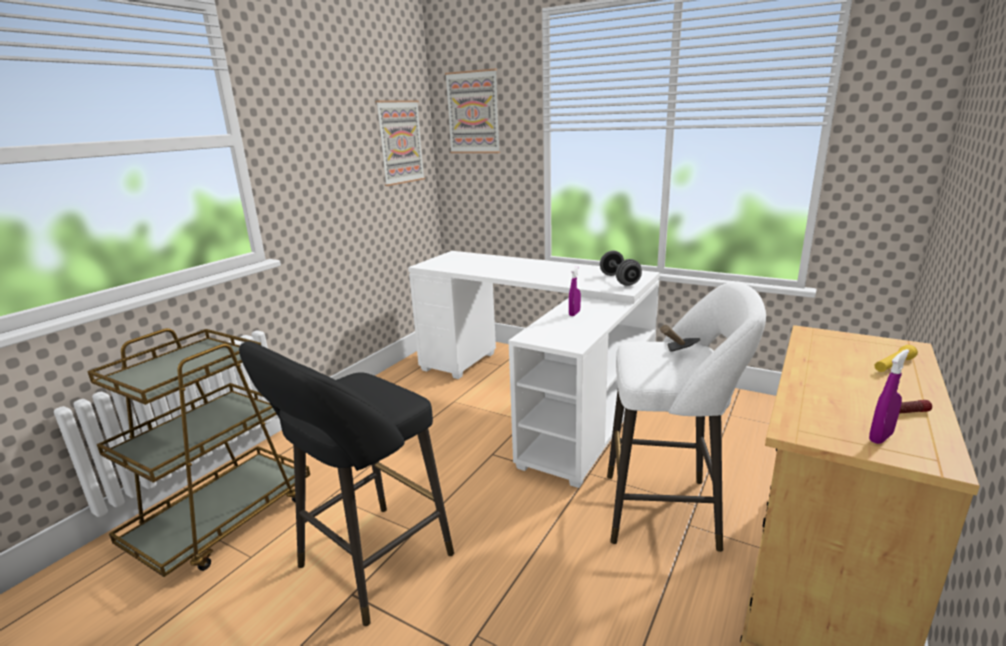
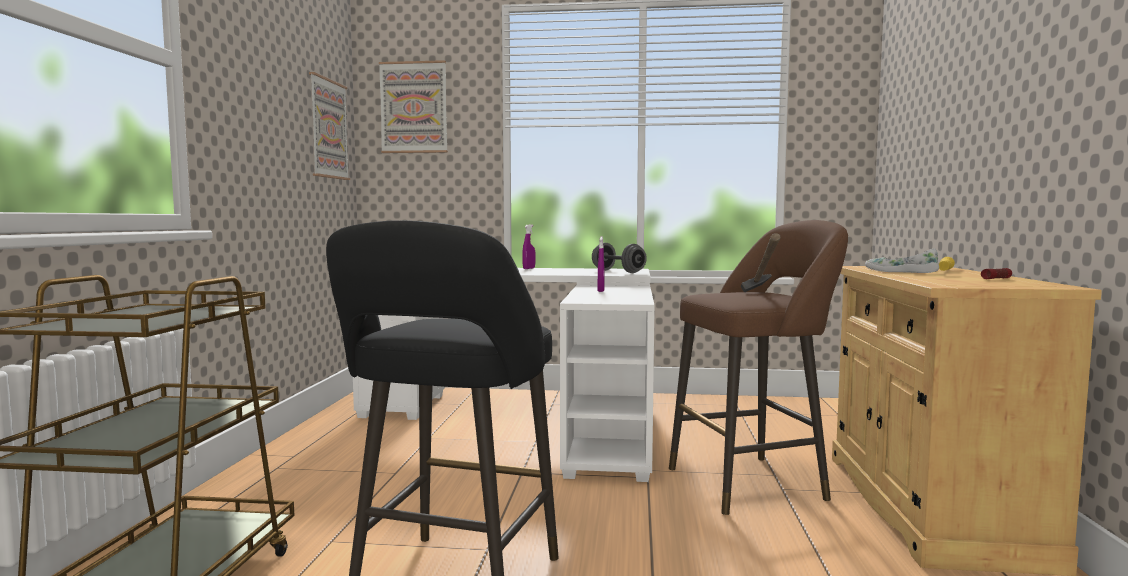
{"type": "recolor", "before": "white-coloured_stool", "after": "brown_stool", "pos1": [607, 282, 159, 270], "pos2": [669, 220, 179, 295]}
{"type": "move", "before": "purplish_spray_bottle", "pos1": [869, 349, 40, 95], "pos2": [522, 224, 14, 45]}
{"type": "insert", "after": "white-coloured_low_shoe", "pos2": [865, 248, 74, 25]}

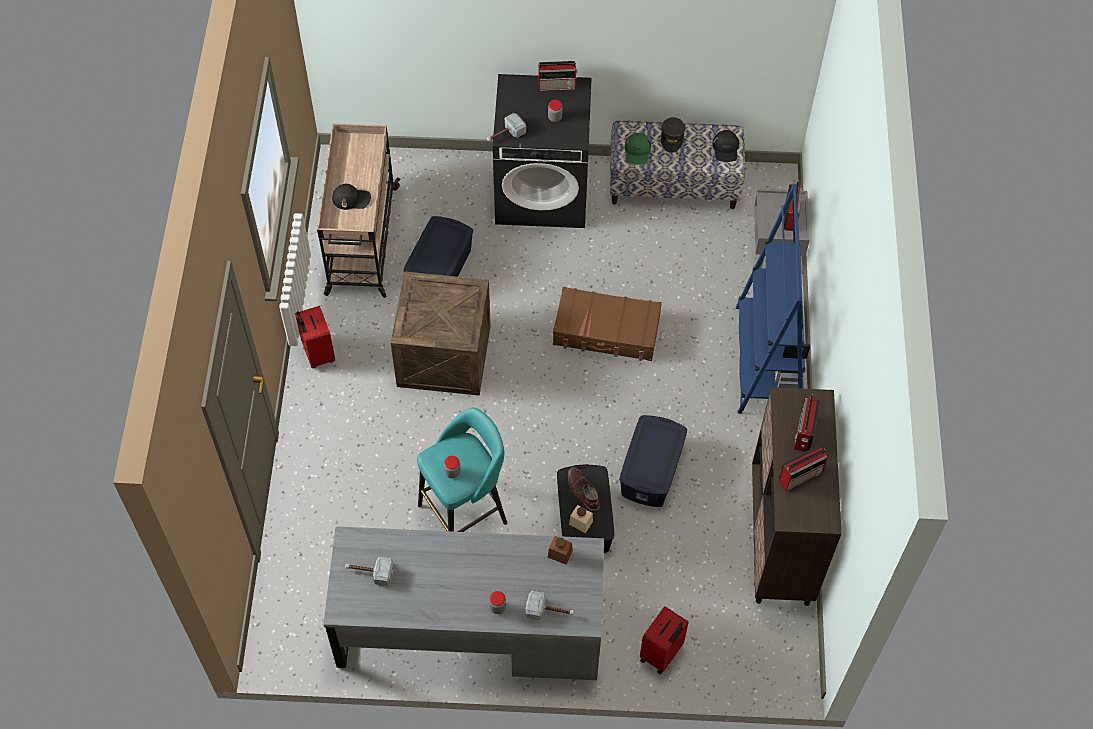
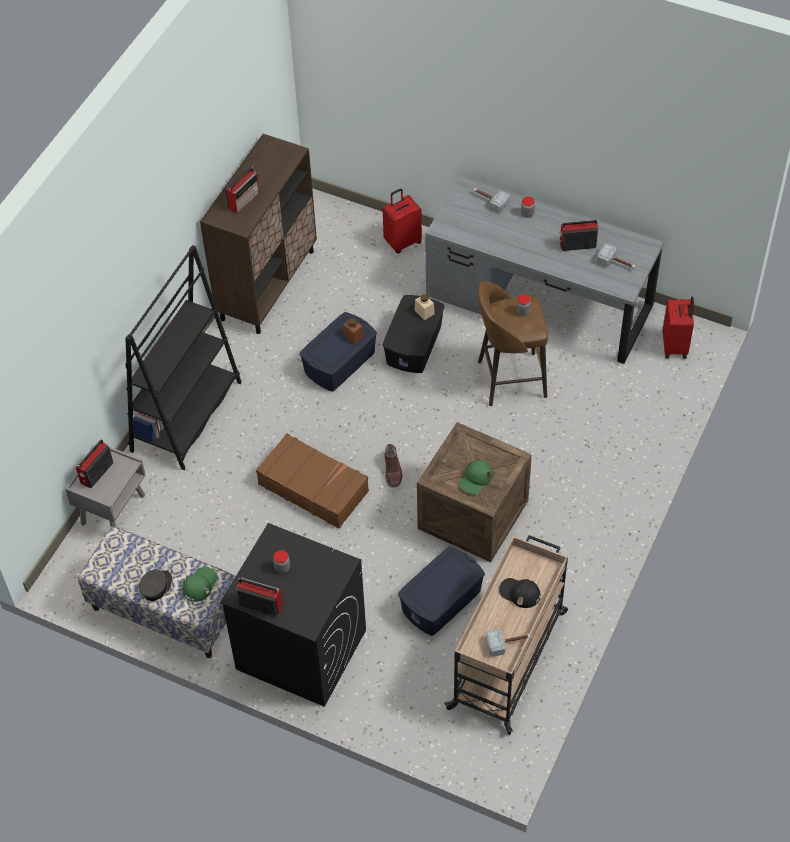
{"type": "move", "before": "red-coloured_travel_case", "pos1": [295, 306, 40, 62], "pos2": [663, 297, 31, 62]}
{"type": "recolor", "before": "blue-green_stool", "after": "brown_stool", "pos1": [417, 408, 90, 124], "pos2": [478, 281, 70, 125]}
{"type": "move", "before": "hammer", "pos1": [487, 113, 39, 28], "pos2": [485, 629, 47, 28]}
{"type": "move", "before": "brown_storage_jar", "pos1": [548, 536, 25, 29], "pos2": [343, 318, 21, 26]}
{"type": "move", "before": "brown_boot", "pos1": [568, 467, 32, 45], "pos2": [385, 444, 17, 43]}
{"type": "delete", "before": "black_baseball_cap", "pos1": [713, 130, 26, 32]}
{"type": "recolor", "before": "bluish_bookshelf", "after": "black_bookshelf", "pos1": [736, 184, 74, 230], "pos2": [125, 245, 117, 225]}
{"type": "move", "before": "radio", "pos1": [779, 446, 49, 45], "pos2": [560, 220, 38, 31]}
{"type": "insert", "after": "greenish_baseball_cap", "pos2": [459, 460, 34, 34]}

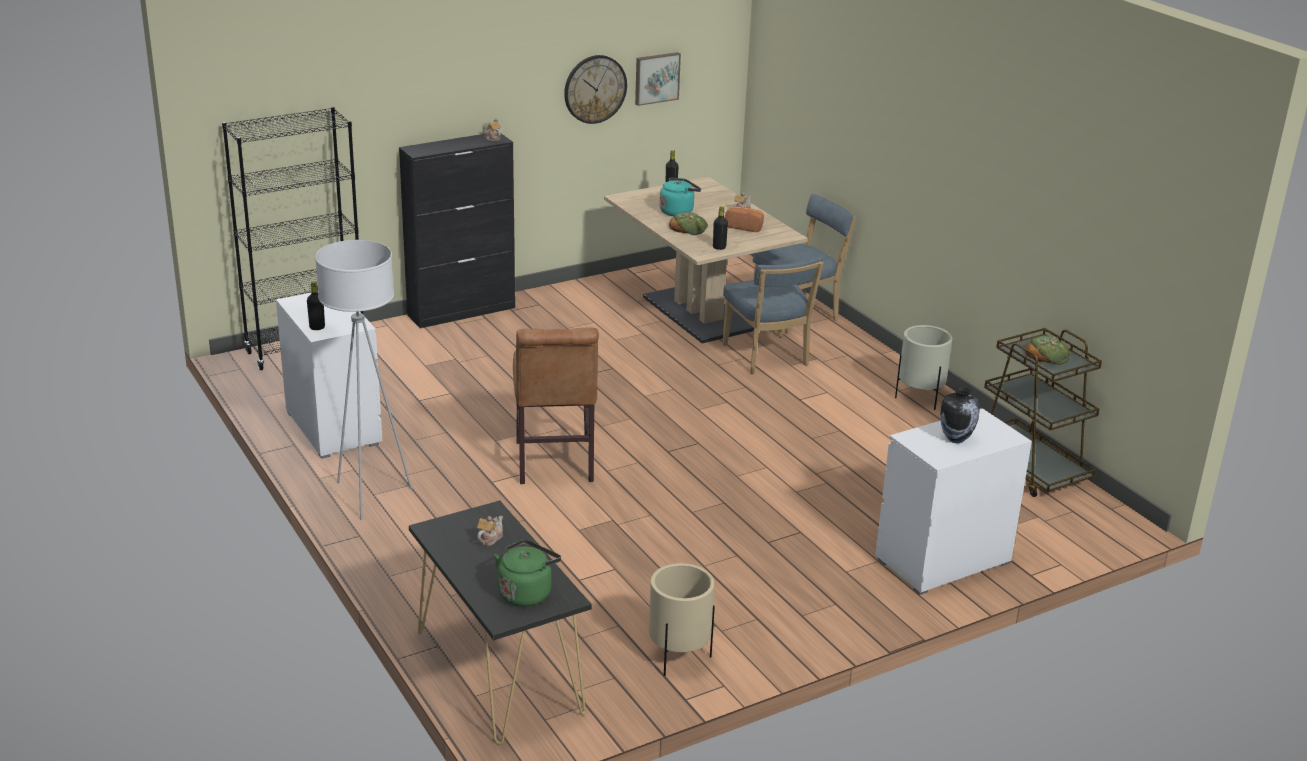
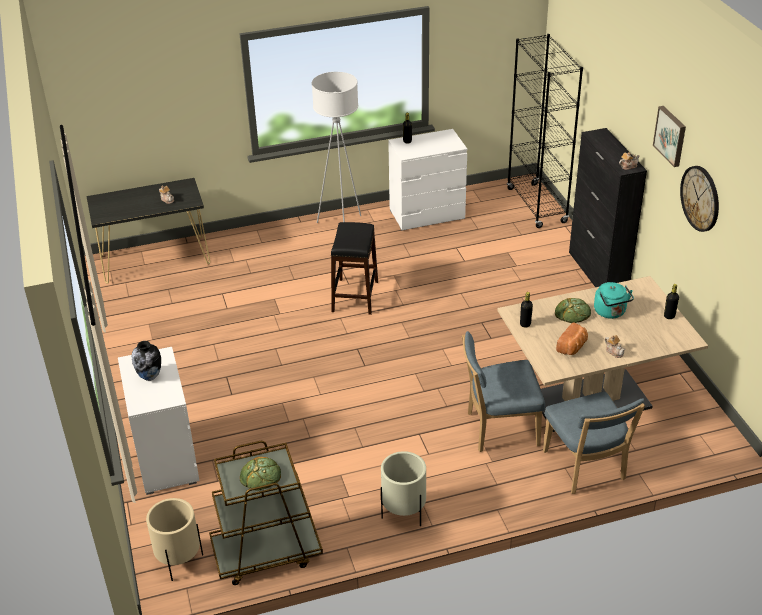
{"type": "delete", "before": "greenish_water_kettle", "pos1": [494, 540, 67, 66]}
{"type": "replace", "before": "brown_plain_chair", "after": "black_stool", "pos1": [513, 327, 86, 157], "pos2": [331, 222, 47, 93]}
{"type": "move", "before": "picture", "pos1": [635, 52, 46, 54], "pos2": [653, 106, 33, 61]}
{"type": "move", "before": "beige-coloured_planter", "pos1": [649, 563, 66, 113], "pos2": [146, 498, 57, 83]}

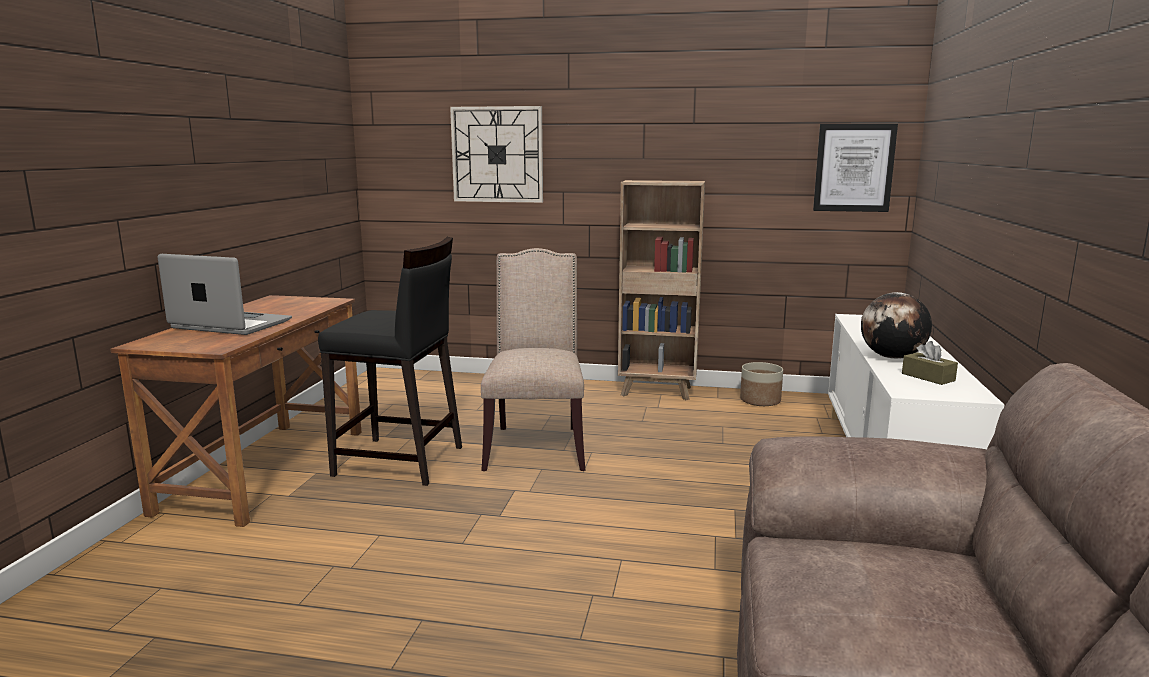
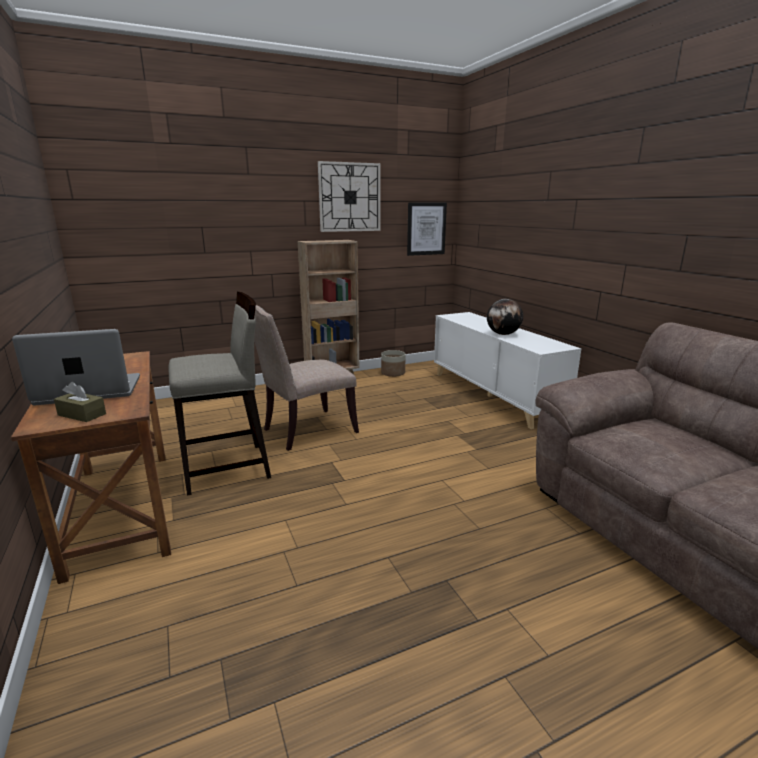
{"type": "recolor", "before": "black_stool", "after": "beige-coloured_stool", "pos1": [318, 237, 144, 249], "pos2": [168, 292, 103, 204]}
{"type": "move", "before": "hanging_clock", "pos1": [450, 106, 93, 97], "pos2": [318, 161, 62, 71]}
{"type": "rotate", "before": "beige-coloured_plain_chair", "pos1": [481, 248, 104, 223], "pos2": [254, 305, 105, 146], "turn": -90}
{"type": "move", "before": "brown_tissue_box", "pos1": [902, 341, 56, 44], "pos2": [54, 382, 52, 40]}

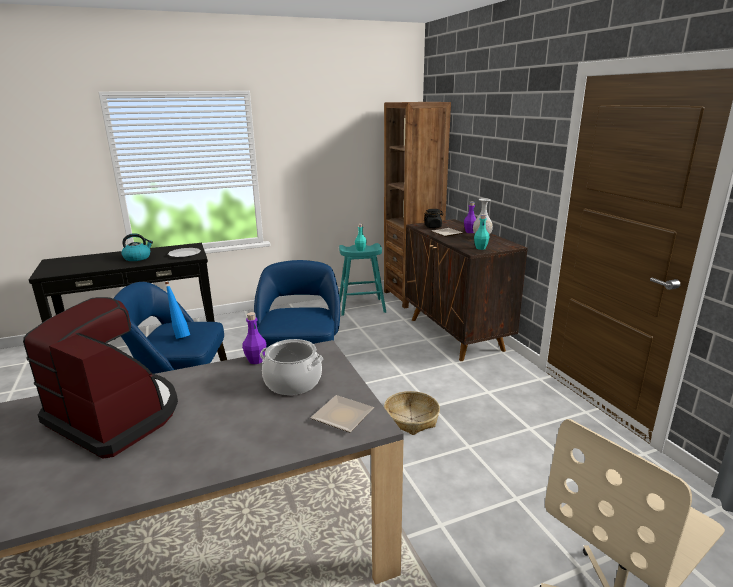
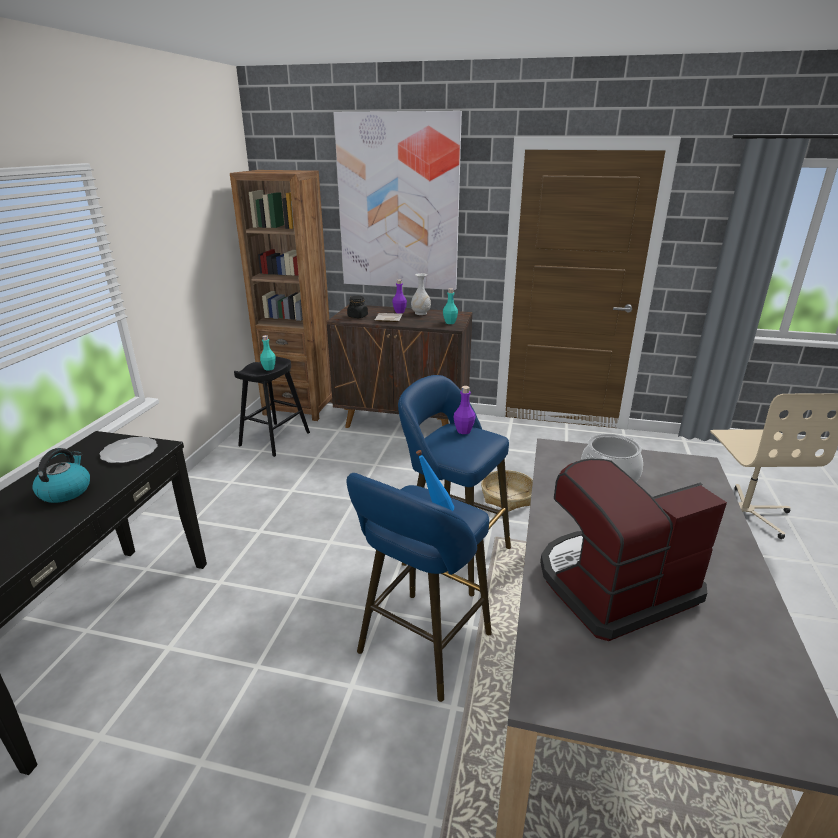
{"type": "move", "before": "purplish_beverage_bottle", "pos1": [242, 312, 25, 52], "pos2": [453, 386, 23, 48]}
{"type": "delete", "before": "flat_dish", "pos1": [310, 395, 64, 38]}
{"type": "recolor", "before": "blue-green_stool", "after": "black_stool", "pos1": [339, 243, 47, 73], "pos2": [234, 356, 76, 101]}
{"type": "insert", "after": "picture", "pos2": [334, 111, 128, 179]}

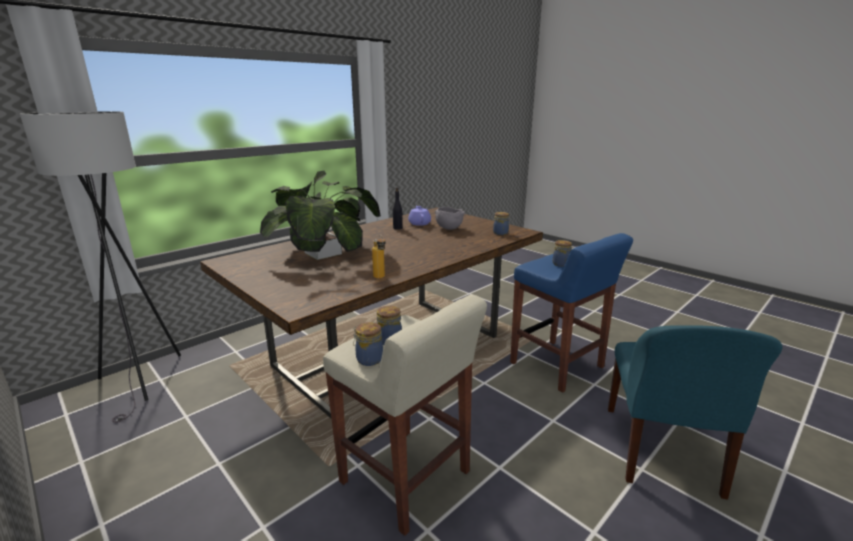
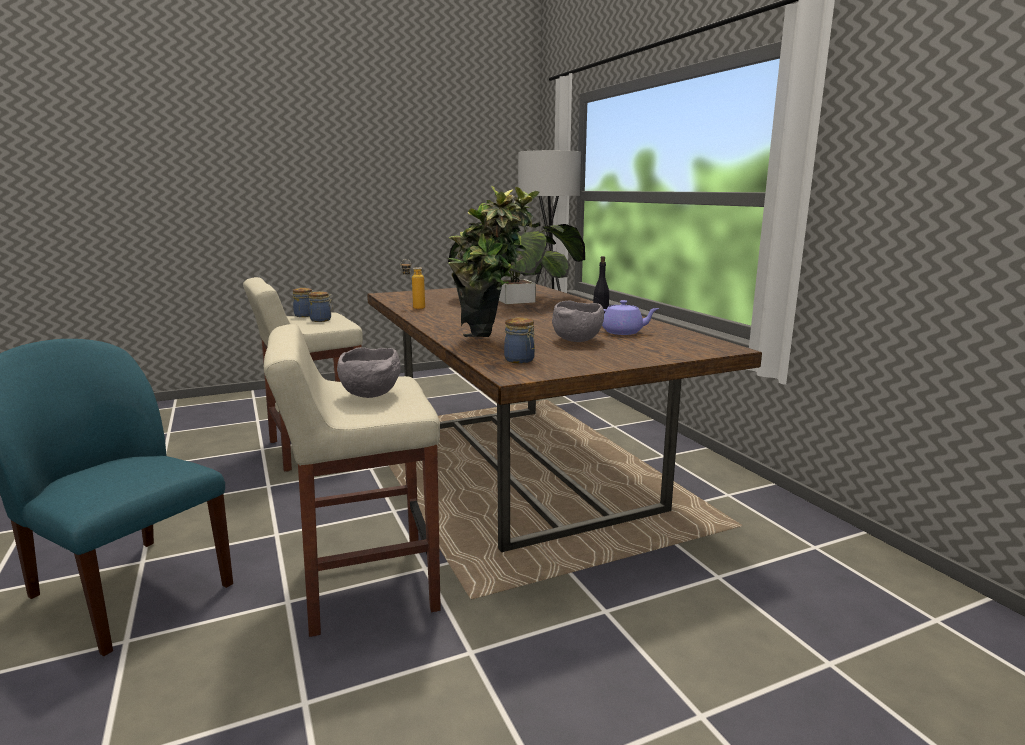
{"type": "recolor", "before": "bluish_stool", "after": "beige-coloured_stool", "pos1": [510, 233, 123, 160], "pos2": [264, 324, 177, 313]}
{"type": "replace", "before": "storage_jar", "after": "grey_serving_bowl", "pos1": [553, 240, 19, 27], "pos2": [337, 347, 63, 51]}
{"type": "insert", "after": "potted_plant", "pos2": [447, 185, 92, 152]}

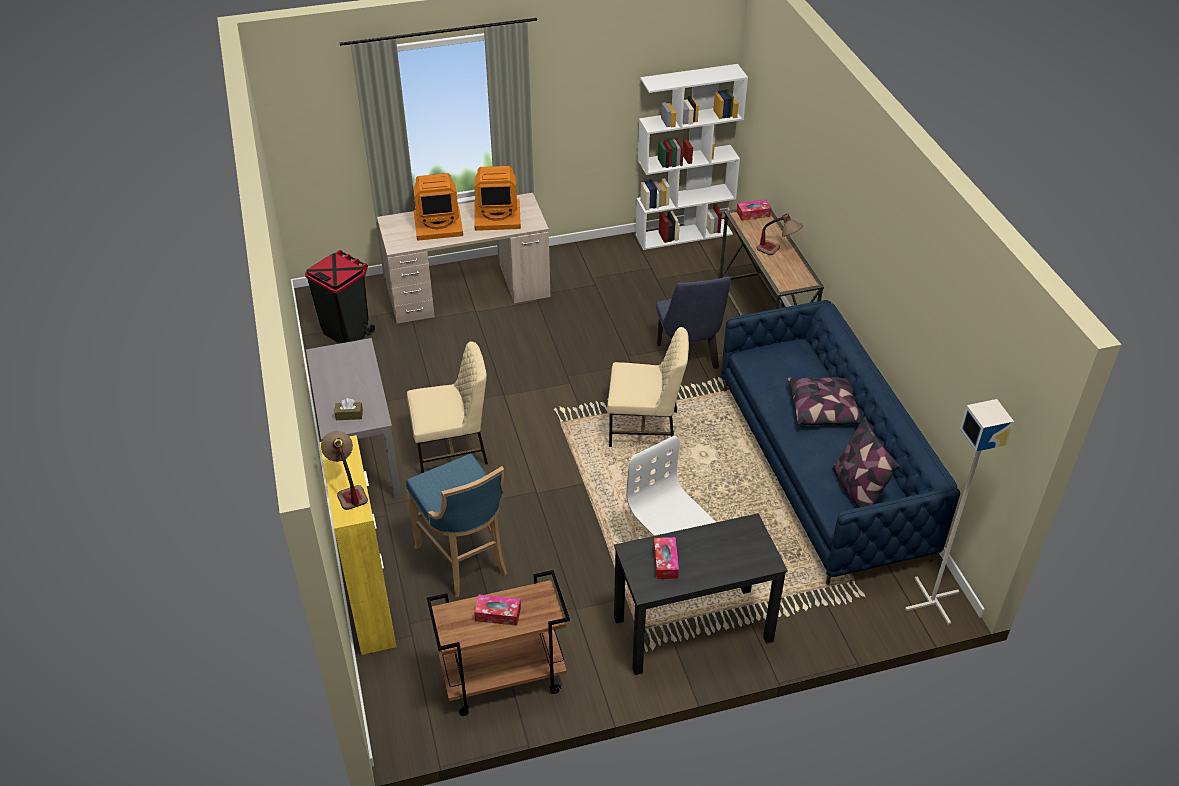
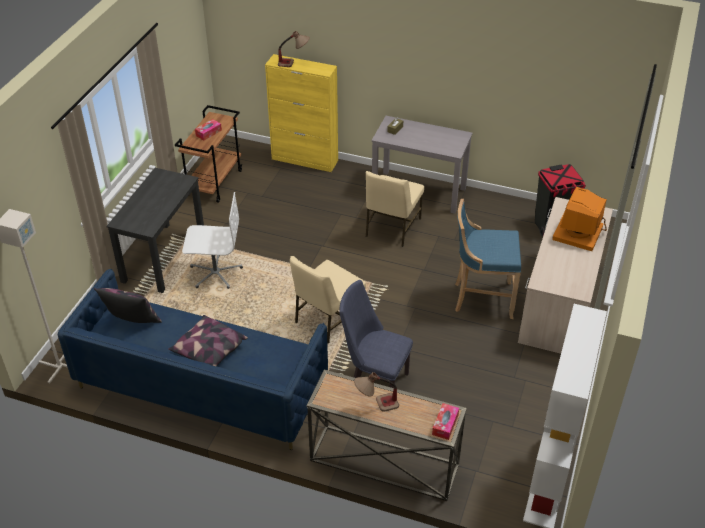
{"type": "move", "before": "bluish_stool", "pos1": [406, 454, 101, 143], "pos2": [455, 199, 66, 120]}
{"type": "delete", "before": "computer_screen", "pos1": [474, 166, 47, 65]}
{"type": "delete", "before": "tissue_box", "pos1": [654, 537, 25, 42]}

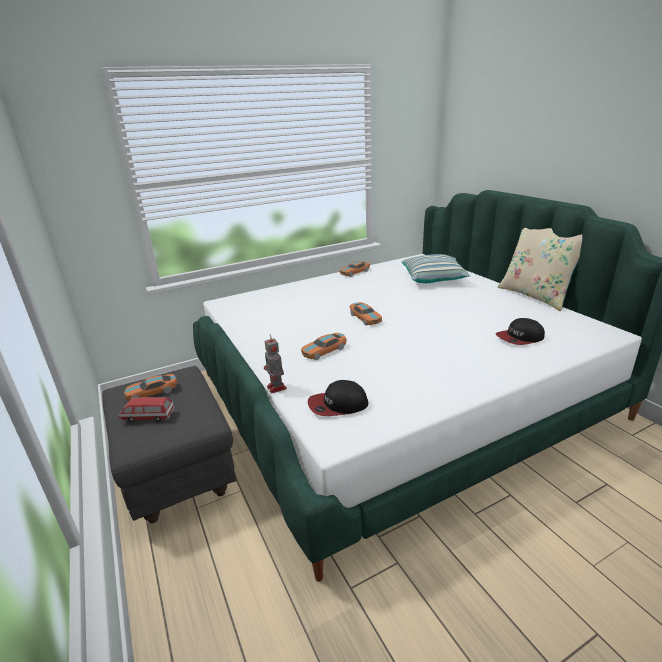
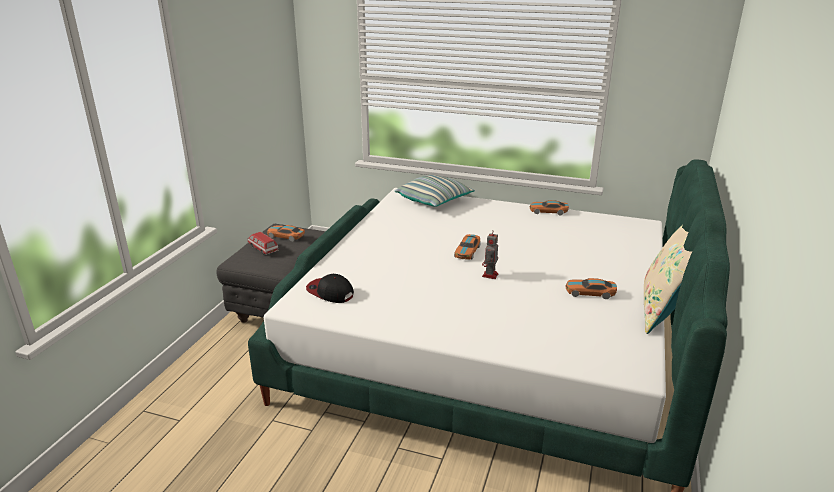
{"type": "move", "before": "toy_robot", "pos1": [264, 334, 23, 60], "pos2": [482, 231, 16, 48]}
{"type": "move", "before": "model_car", "pos1": [301, 333, 46, 27], "pos2": [565, 278, 52, 21]}
{"type": "move", "before": "cushion", "pos1": [402, 254, 69, 29], "pos2": [395, 175, 80, 31]}
{"type": "delete", "before": "baseball_cap", "pos1": [496, 318, 49, 27]}

